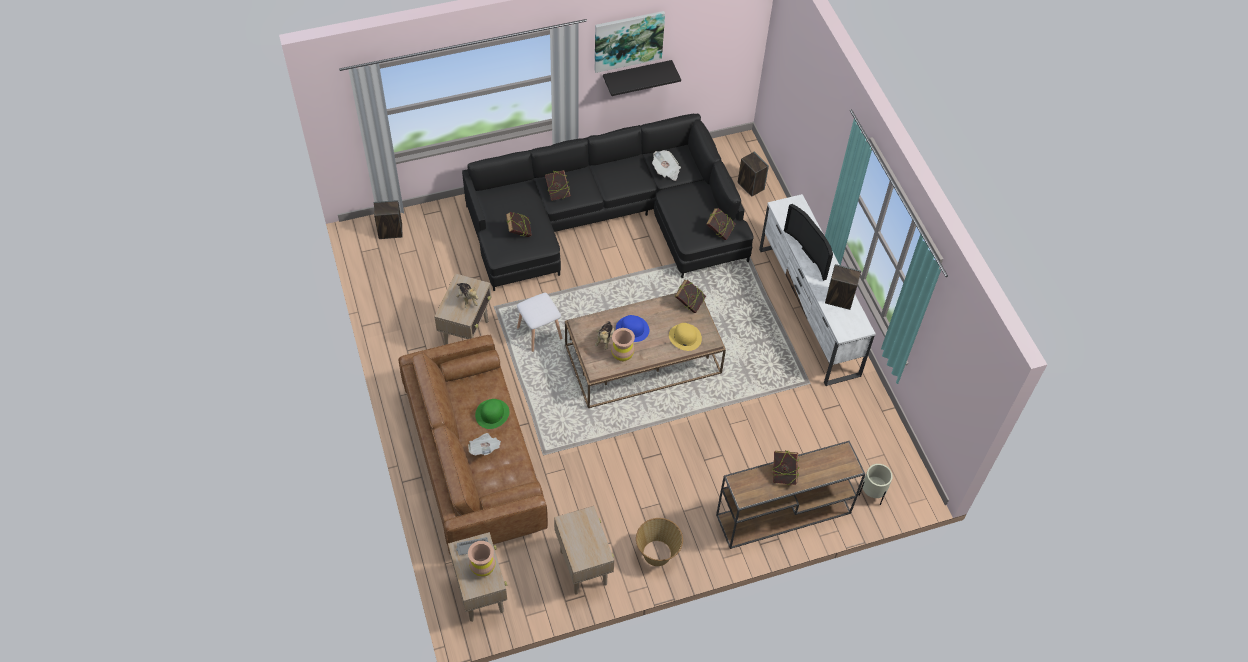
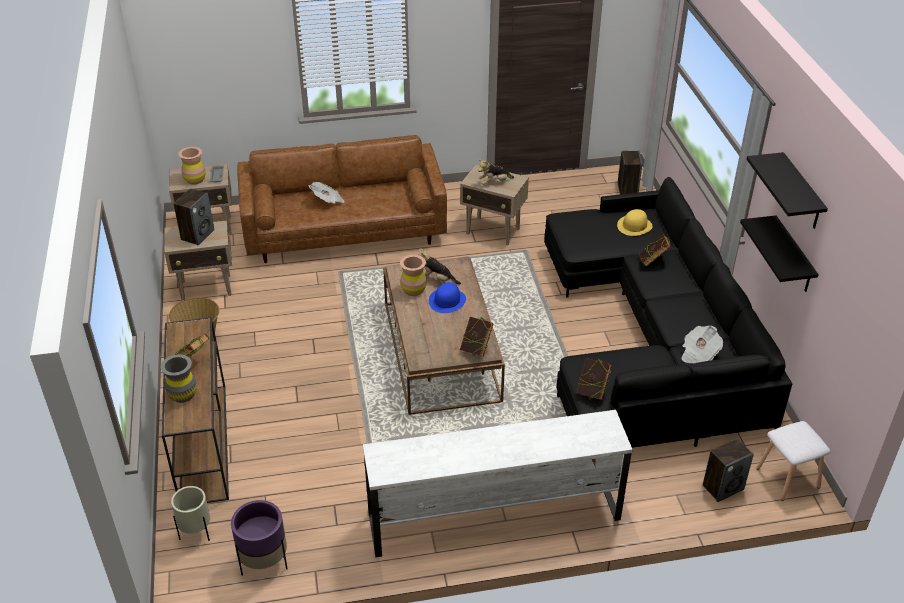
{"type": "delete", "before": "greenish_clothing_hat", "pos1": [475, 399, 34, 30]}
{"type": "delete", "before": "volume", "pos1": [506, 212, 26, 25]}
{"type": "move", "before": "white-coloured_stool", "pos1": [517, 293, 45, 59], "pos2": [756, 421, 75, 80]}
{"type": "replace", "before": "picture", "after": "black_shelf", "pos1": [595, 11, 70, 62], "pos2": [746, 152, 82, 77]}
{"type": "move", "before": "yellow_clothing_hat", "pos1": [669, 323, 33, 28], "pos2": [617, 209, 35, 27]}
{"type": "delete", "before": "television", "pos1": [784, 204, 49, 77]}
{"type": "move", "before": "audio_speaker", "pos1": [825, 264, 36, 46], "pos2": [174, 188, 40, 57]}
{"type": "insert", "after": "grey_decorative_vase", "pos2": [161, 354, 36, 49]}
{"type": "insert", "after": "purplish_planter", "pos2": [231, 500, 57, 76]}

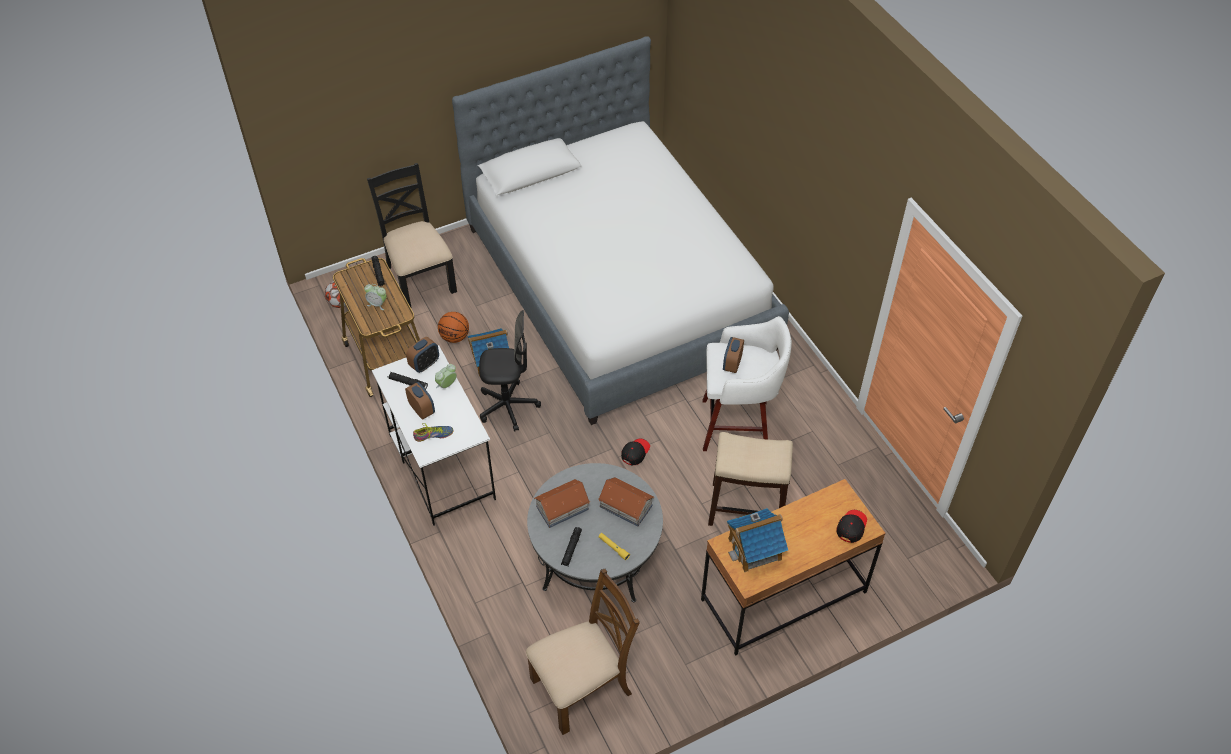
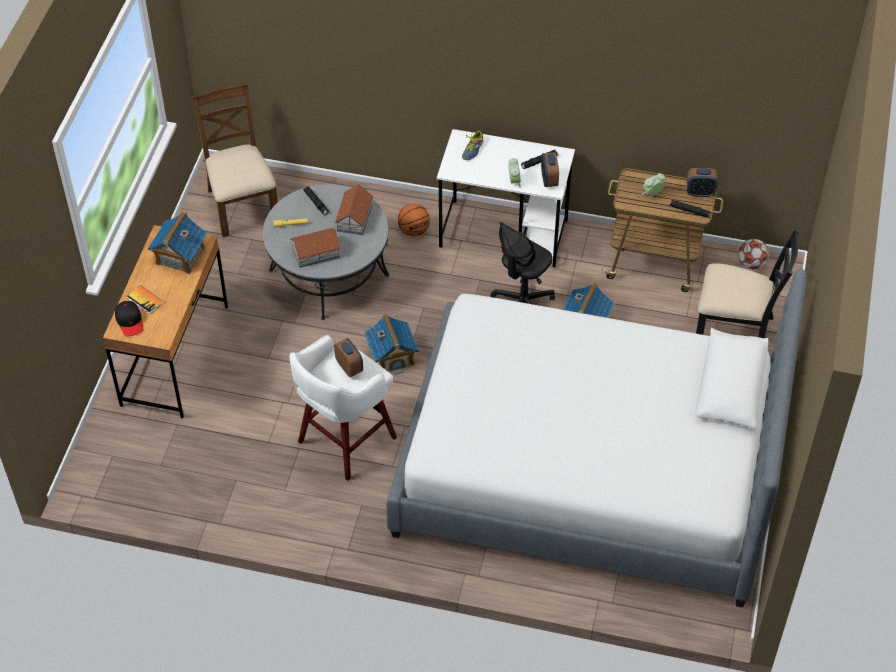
{"type": "move", "before": "alarm_clock", "pos1": [405, 382, 30, 38], "pos2": [687, 168, 31, 29]}
{"type": "move", "before": "basketball", "pos1": [438, 312, 31, 31], "pos2": [398, 204, 32, 32]}
{"type": "rotate", "before": "brown_plain_chair", "pos1": [526, 569, 114, 166], "pos2": [192, 83, 86, 155], "turn": 150}
{"type": "replace", "before": "black_baseball_cap", "after": "miniature_house", "pos1": [621, 439, 29, 26], "pos2": [364, 313, 55, 62]}
{"type": "delete", "before": "stool", "pos1": [708, 432, 85, 94]}
{"type": "insert", "after": "volume", "pos2": [127, 285, 37, 29]}

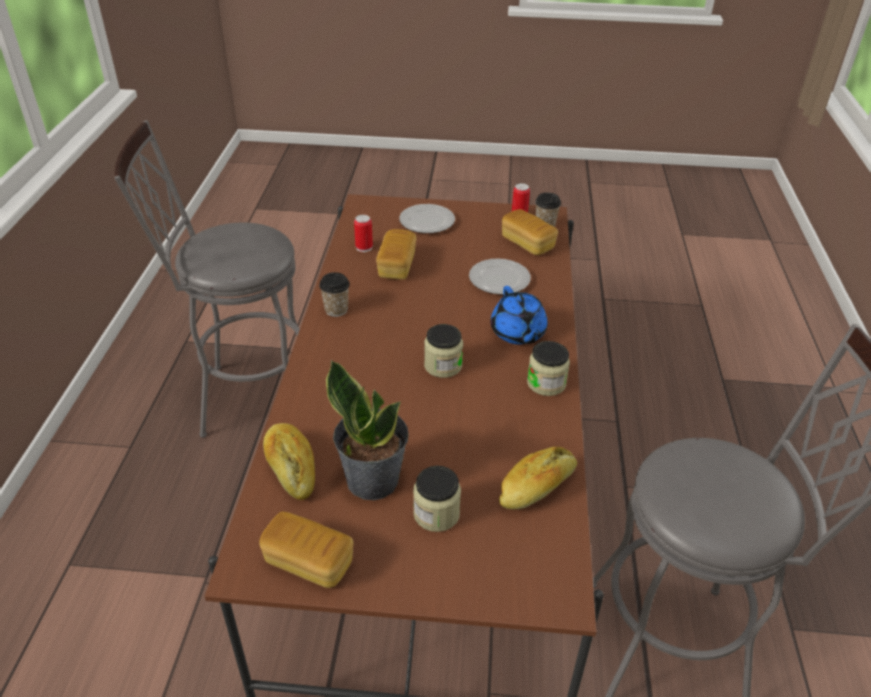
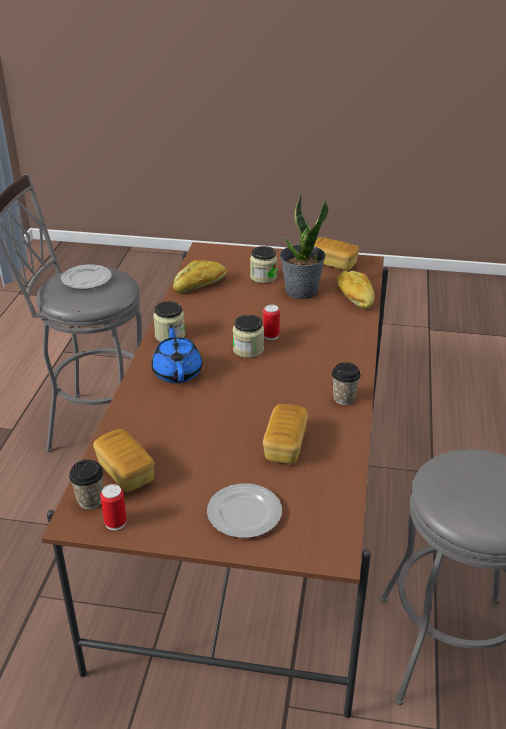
{"type": "move", "before": "sealed_can", "pos1": [354, 215, 19, 37], "pos2": [263, 305, 17, 35]}
{"type": "move", "before": "flat_dish", "pos1": [469, 259, 62, 36], "pos2": [61, 264, 51, 25]}

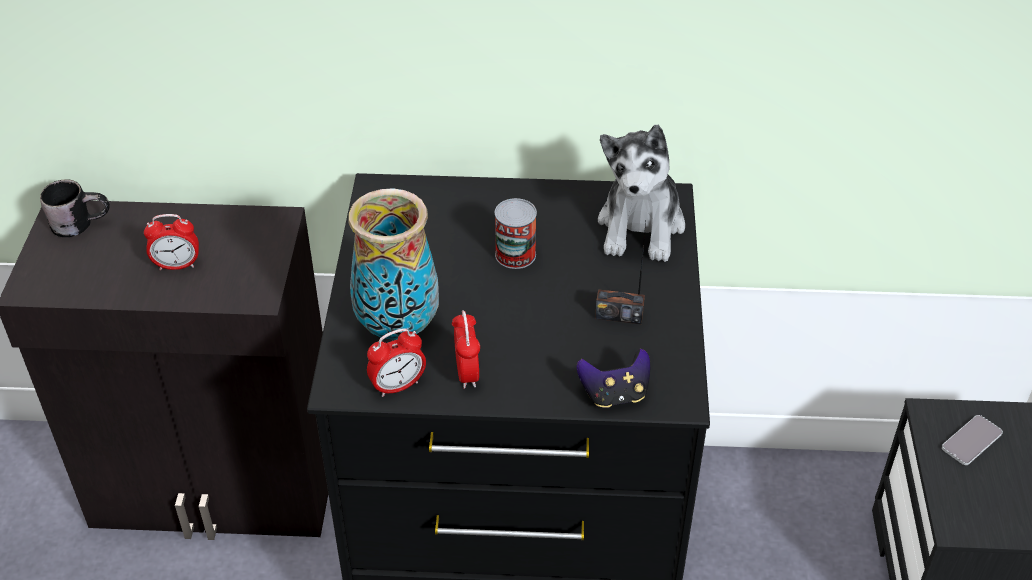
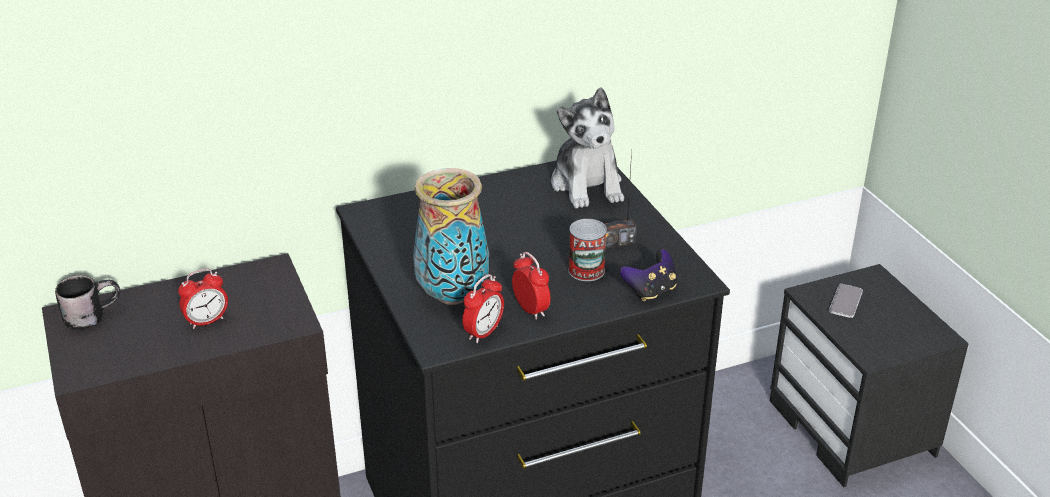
{"type": "move", "before": "sealed_can", "pos1": [495, 198, 42, 71], "pos2": [568, 219, 39, 62]}

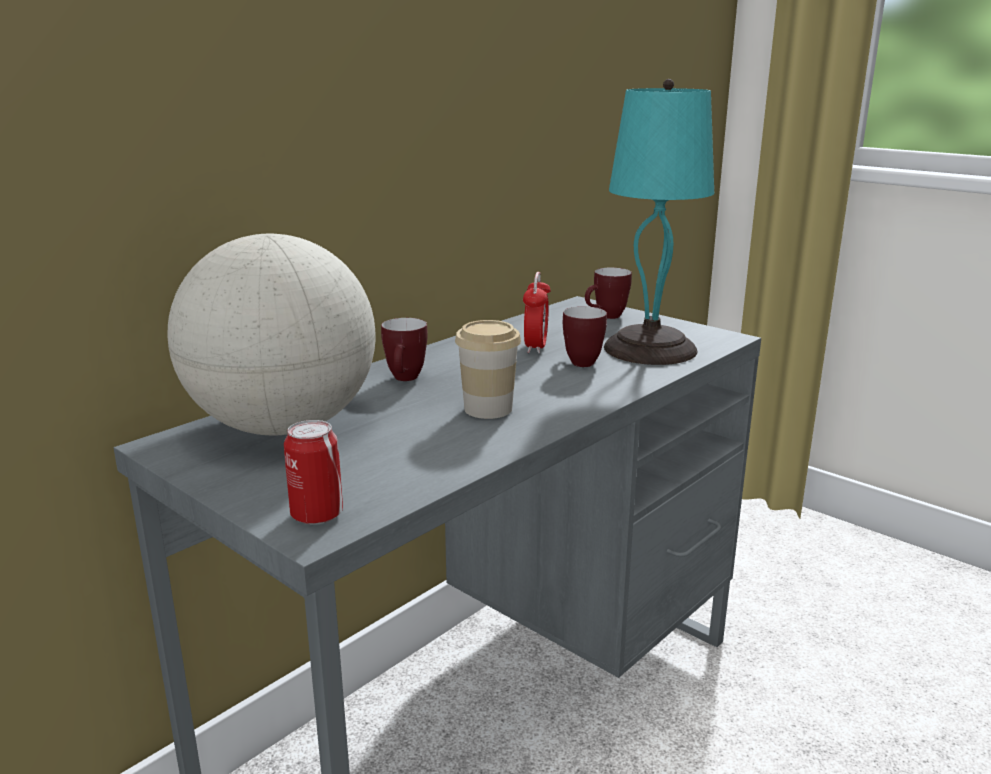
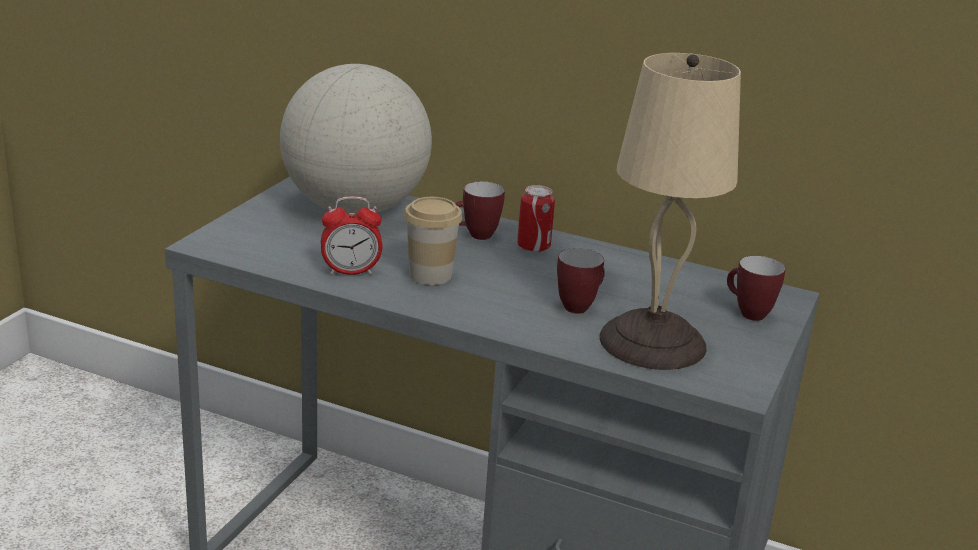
{"type": "move", "before": "sealed_can", "pos1": [284, 420, 59, 105], "pos2": [517, 185, 38, 67]}
{"type": "move", "before": "alarm_clock", "pos1": [523, 272, 28, 82], "pos2": [321, 196, 61, 79]}
{"type": "recolor", "before": "blue-green_lamp_for_a_table", "after": "beige-coloured_lamp_for_a_table", "pos1": [604, 79, 110, 286], "pos2": [599, 53, 142, 317]}

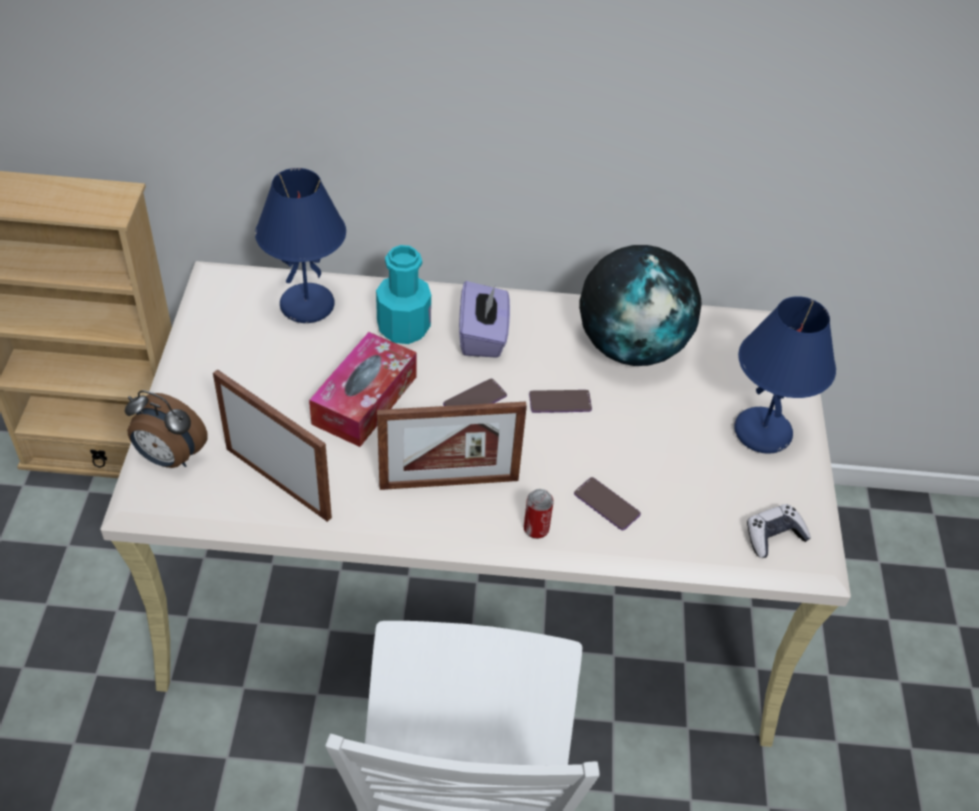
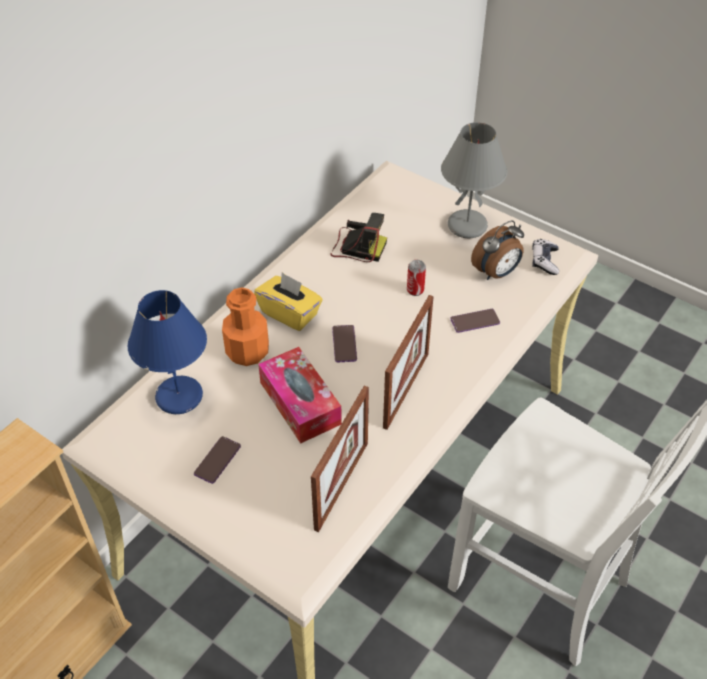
{"type": "move", "before": "alarm_clock", "pos1": [125, 390, 83, 78], "pos2": [471, 221, 53, 59]}
{"type": "rotate", "before": "photo_frame", "pos1": [213, 369, 119, 153], "pos2": [311, 386, 58, 146], "turn": 135}
{"type": "recolor", "before": "blue-green_beverage_bottle", "after": "orange-coloured_beverage_bottle", "pos1": [376, 245, 55, 99], "pos2": [222, 287, 47, 79]}
{"type": "recolor", "before": "purplish_tissue_box", "after": "yellow_tissue_box", "pos1": [459, 281, 51, 77], "pos2": [254, 272, 69, 59]}
{"type": "move", "before": "sealed_can", "pos1": [524, 489, 30, 50], "pos2": [407, 260, 19, 36]}
{"type": "move", "before": "phone", "pos1": [529, 390, 63, 23], "pos2": [194, 436, 47, 48]}
{"type": "replace", "before": "globe", "after": "still_camera", "pos1": [579, 245, 123, 121], "pos2": [330, 213, 57, 49]}
{"type": "recolor", "before": "bluish_lamp_for_a_table", "after": "grey_lamp_for_a_table", "pos1": [734, 296, 102, 158], "pos2": [441, 122, 66, 116]}

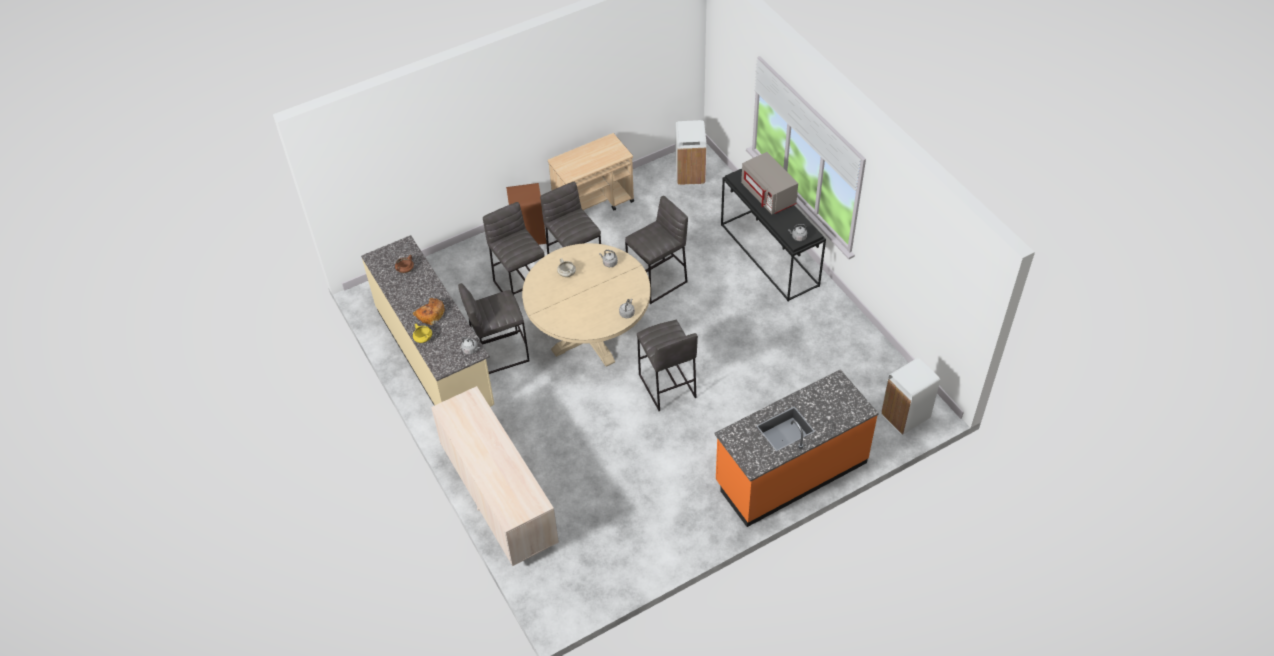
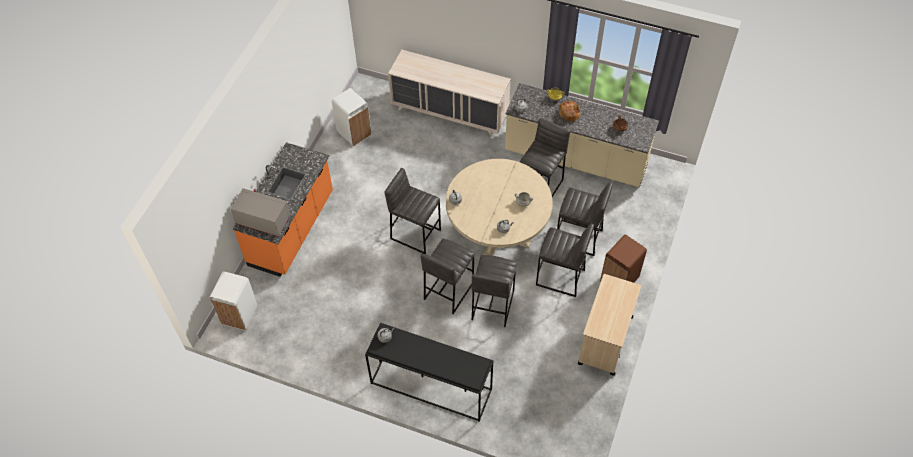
{"type": "move", "before": "white-coloured_rubbish_bin", "pos1": [675, 120, 32, 65], "pos2": [332, 88, 40, 58]}
{"type": "move", "before": "grey_microwave_oven", "pos1": [741, 152, 57, 62], "pos2": [230, 188, 60, 49]}
{"type": "insert", "after": "grey_stool", "pos2": [420, 238, 54, 76]}

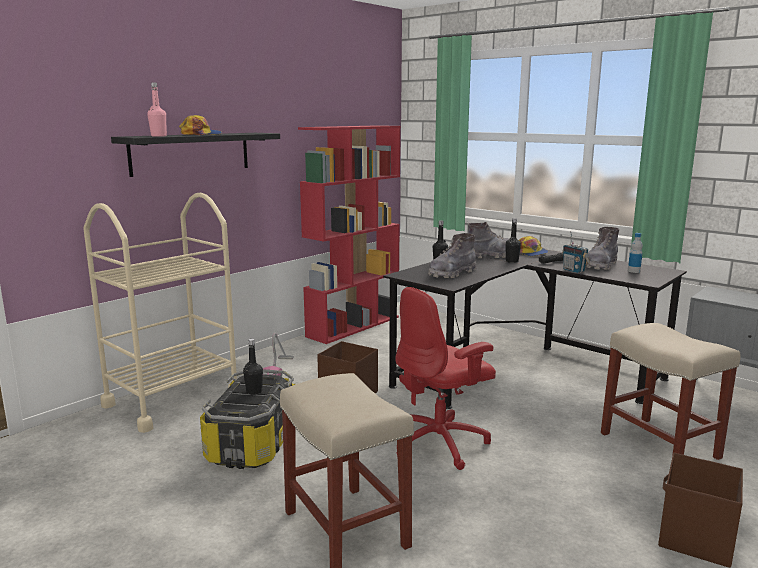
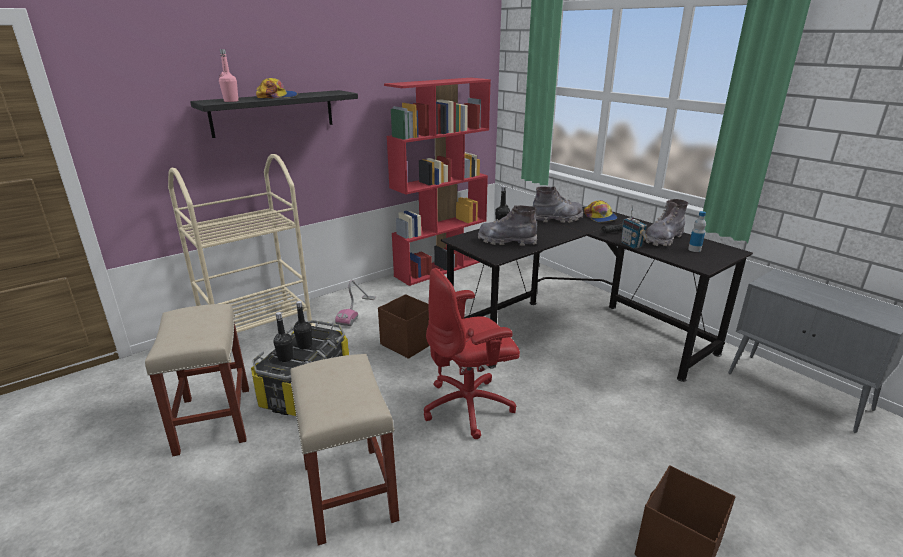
{"type": "rotate", "before": "grey_boot", "pos1": [428, 233, 48, 45], "pos2": [478, 205, 59, 41], "turn": 45}
{"type": "move", "before": "black_beverage_bottle", "pos1": [505, 218, 16, 45], "pos2": [273, 312, 20, 50]}
{"type": "move", "before": "beige-coloured_stool", "pos1": [601, 323, 139, 137], "pos2": [145, 304, 104, 152]}

